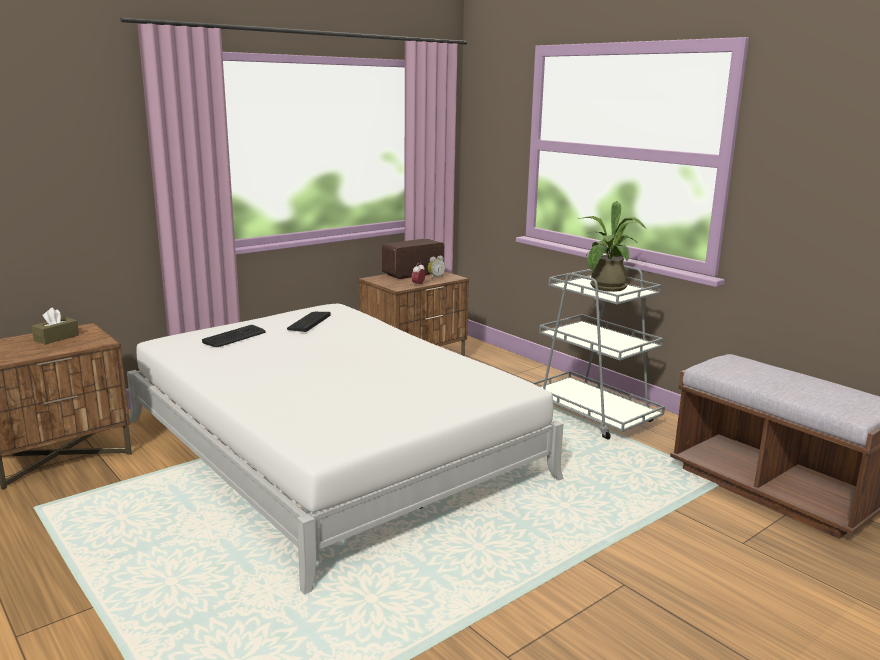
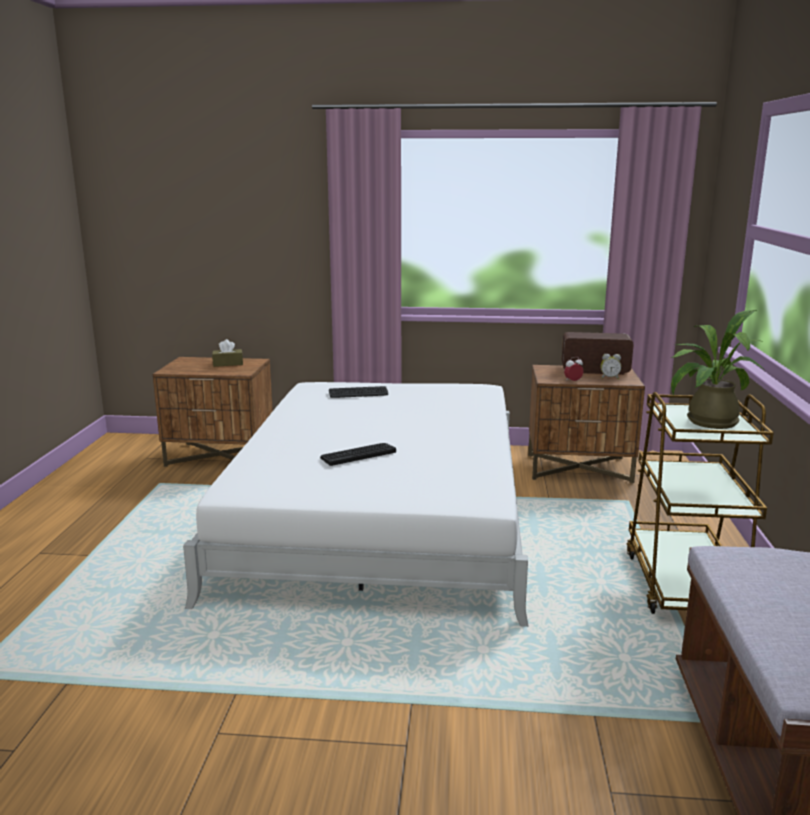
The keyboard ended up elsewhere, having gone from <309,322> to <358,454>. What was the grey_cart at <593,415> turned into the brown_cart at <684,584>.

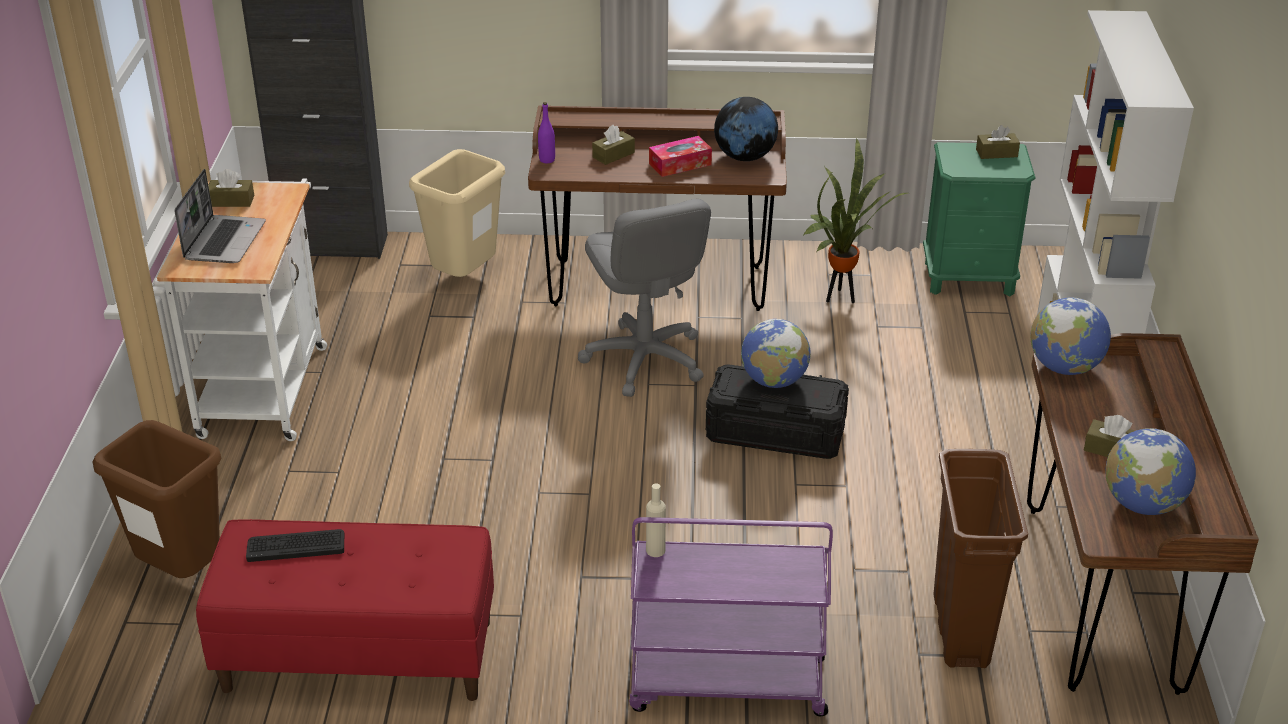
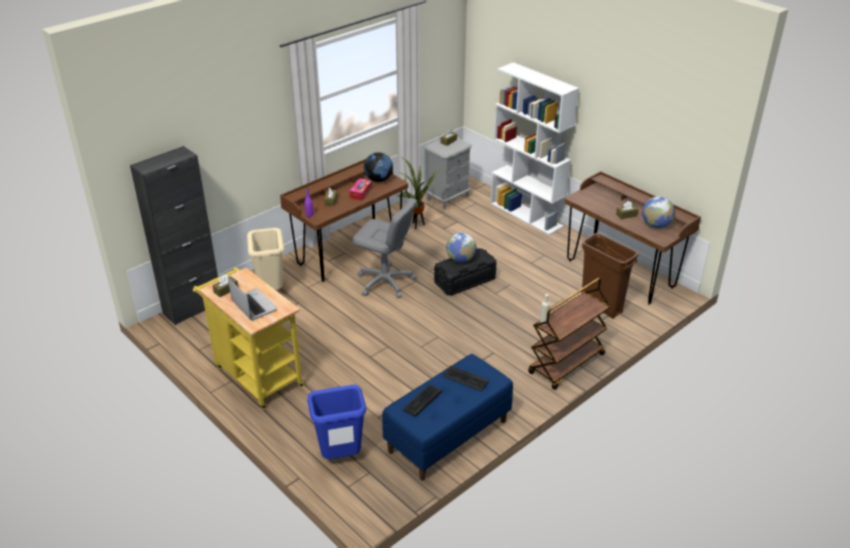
What was the brown_trash_can at <181,574> turned into the blue_trash_can at <340,457>. What was the white_cart at <265,384> turned into the yellow_cart at <255,374>. What was the red_bench at <357,656> turned into the blue_bench at <448,437>. What was the purple_cart at <726,685> turned into the brown_cart at <566,364>. What was the green_nightstand at <969,278> turned into the grey_nightstand at <447,197>. The second view lost the globe at <1064,367>. The second view gained the keyboard at <465,379>.

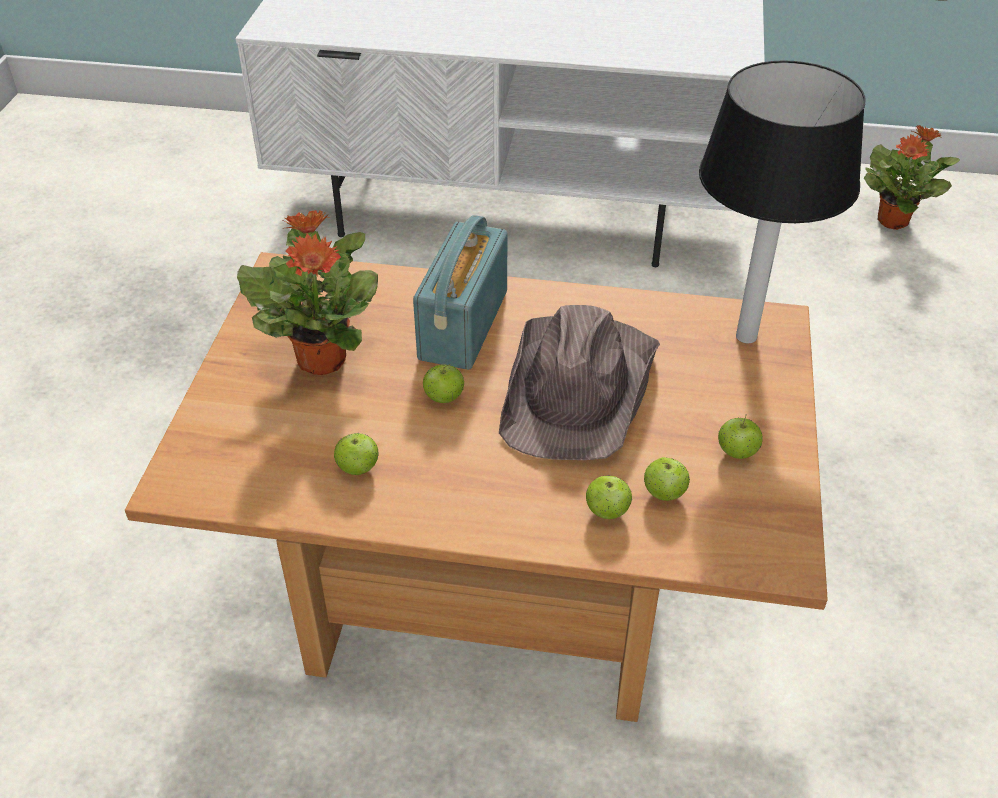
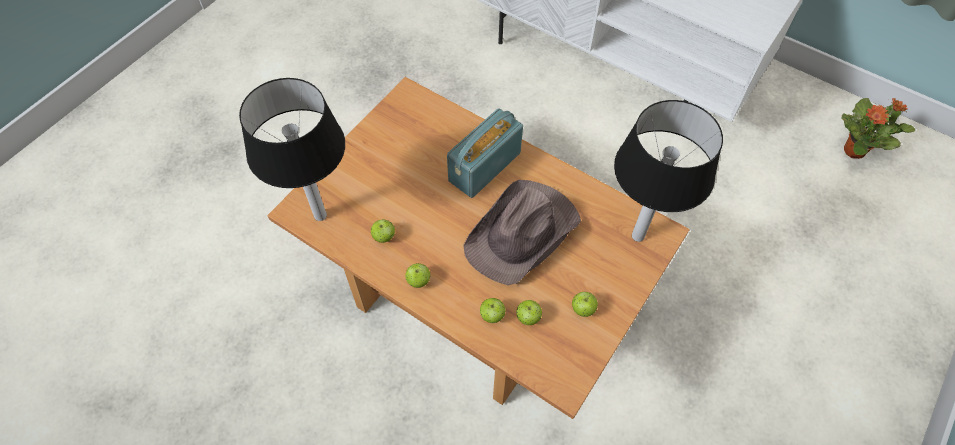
The second view lost the potted_plant at <322,358>. The apple ended up elsewhere, having gone from <444,398> to <418,281>. The second view gained the table_lamp at <321,215>.

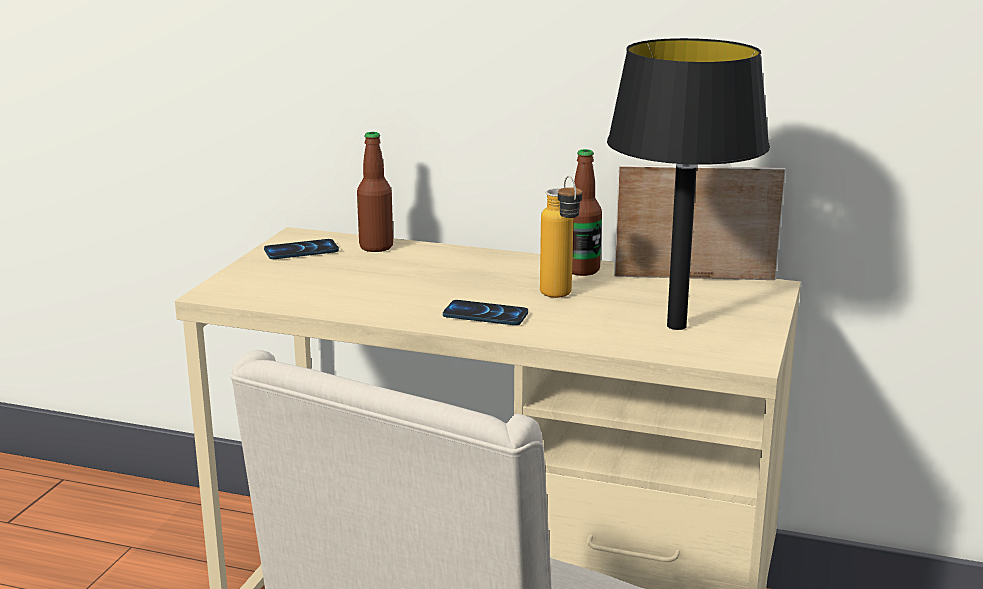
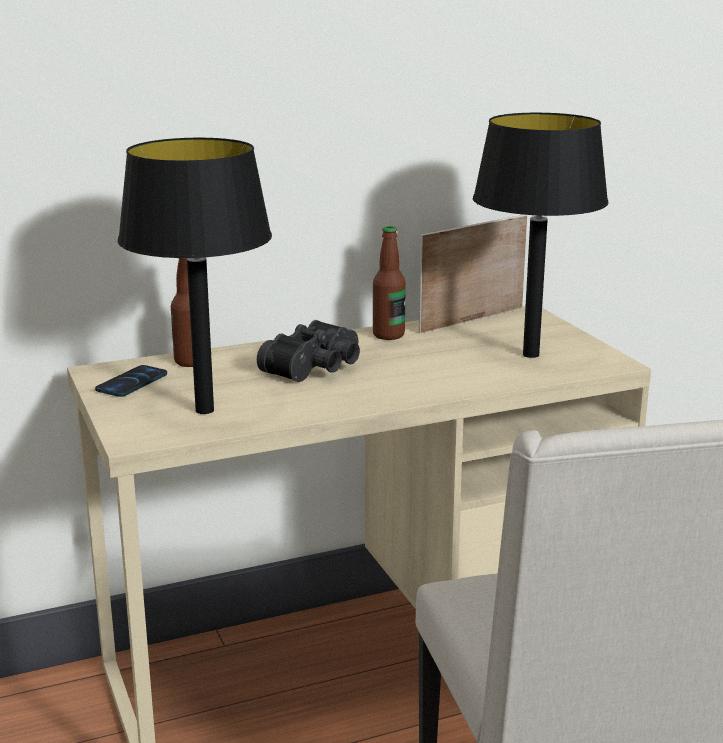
The second view lost the phone at <485,315>. The second view lost the bottle at <560,297>. The second view gained the black_table_lamp at <204,410>. The second view gained the black_binoculars at <317,368>.

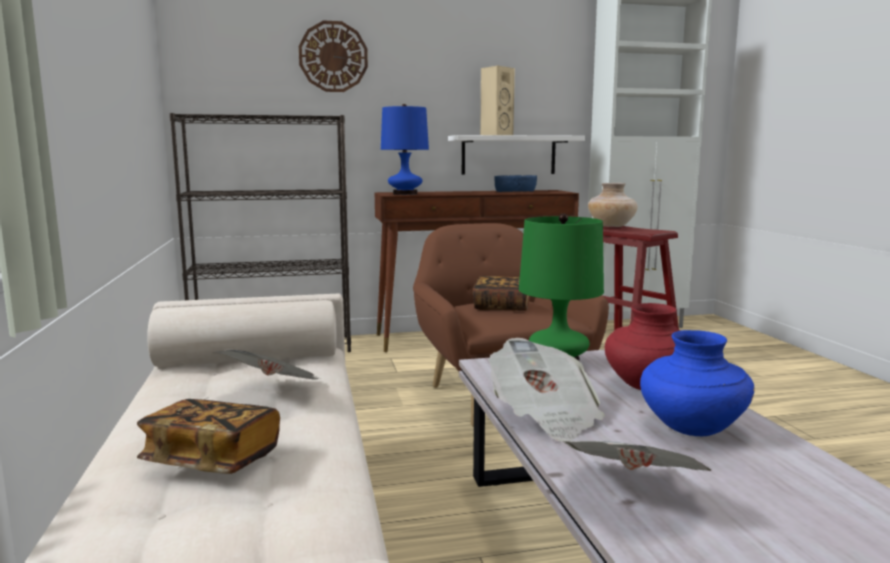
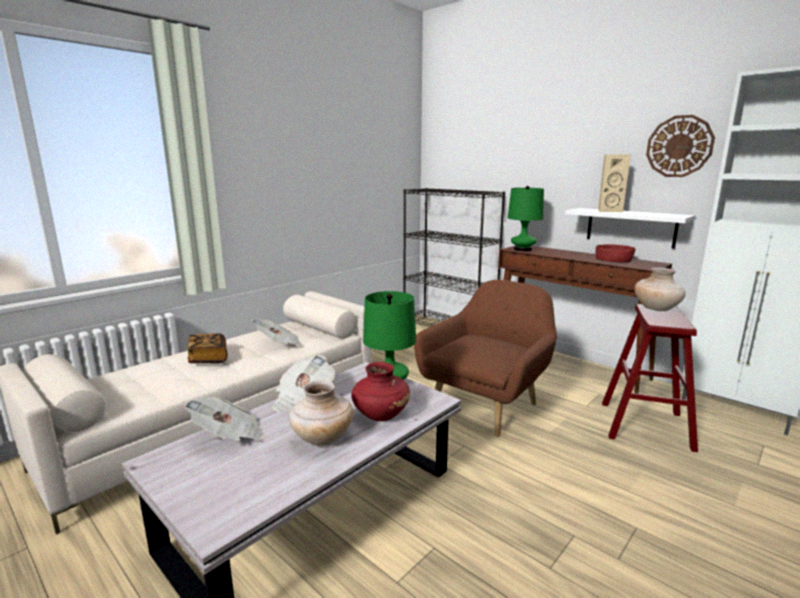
The wall_clock ended up elsewhere, having gone from <333,57> to <679,146>. What was the blue_table_lamp at <405,194> turned into the green_table_lamp at <522,249>. The second view lost the book at <502,307>. What was the blue_bowl at <515,191> turned into the red_bowl at <614,260>. What was the blue_vase at <691,428> turned into the beige_vase at <322,438>.

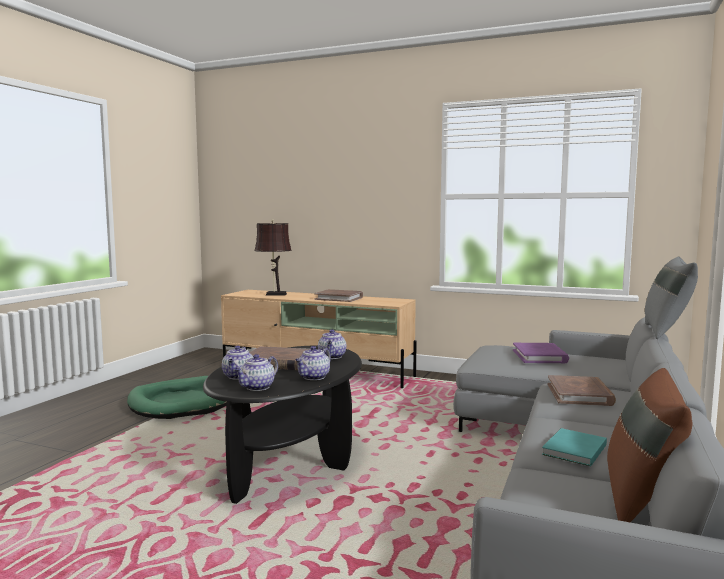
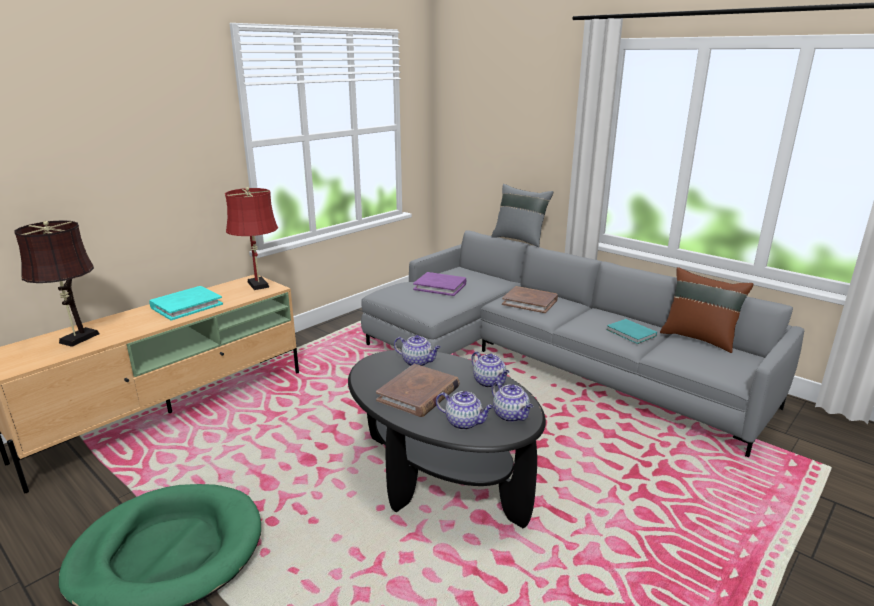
What was the brown_book at <339,298> turned into the turquoise_book at <186,306>. The second view gained the red_table_lamp at <259,285>.

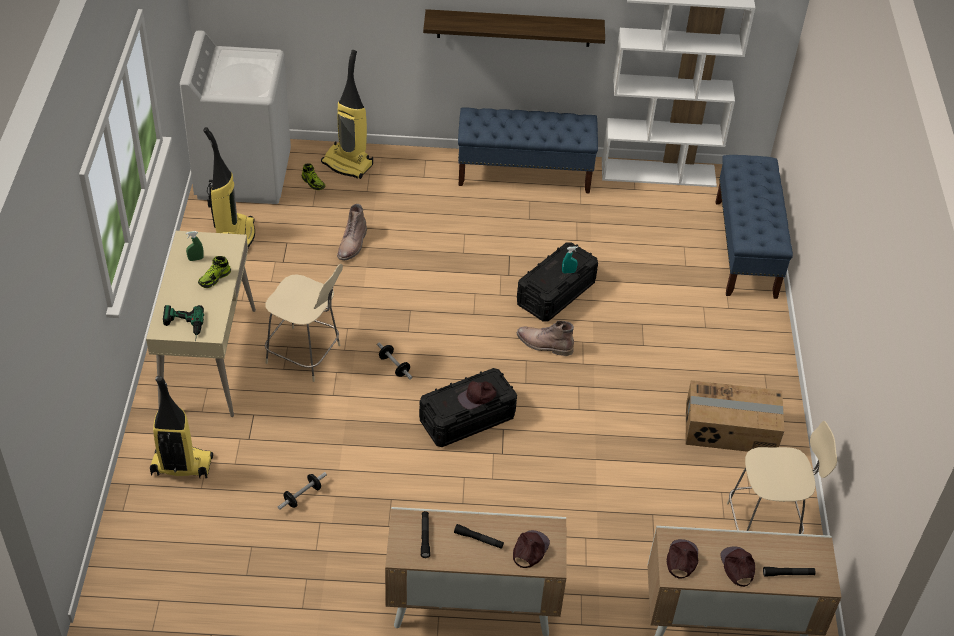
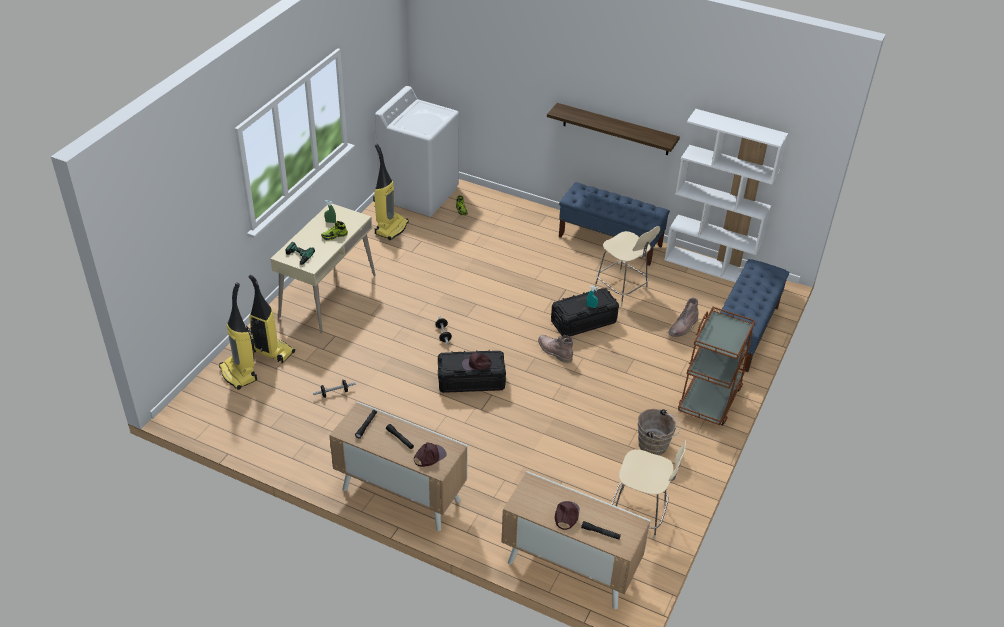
The beige_stool ended up elsewhere, having gone from <305,355> to <622,290>. The vacuum_cleaner ended up elsewhere, having gone from <348,164> to <239,374>. The brown_boot ended up elsewhere, having gone from <353,244> to <683,327>. The second view lost the brown_cap at <681,559>. Where the cardboard_box stood at <730,429>, the brown_bucket came to stand at <655,446>. The second view gained the brown_cart at <710,398>.

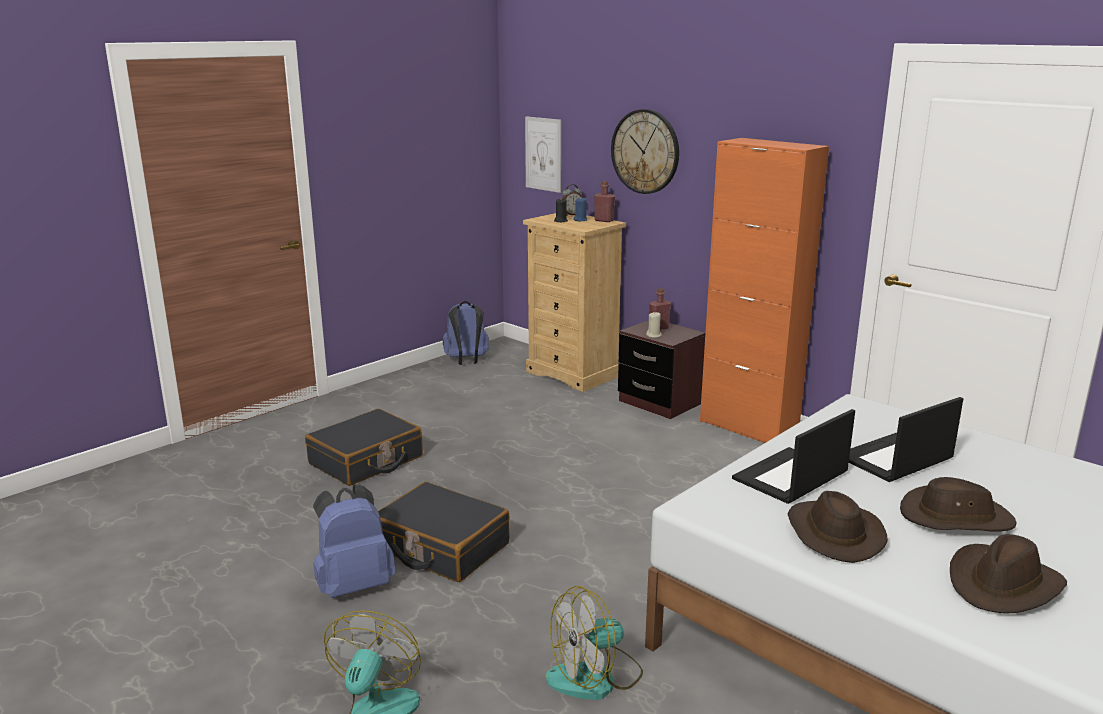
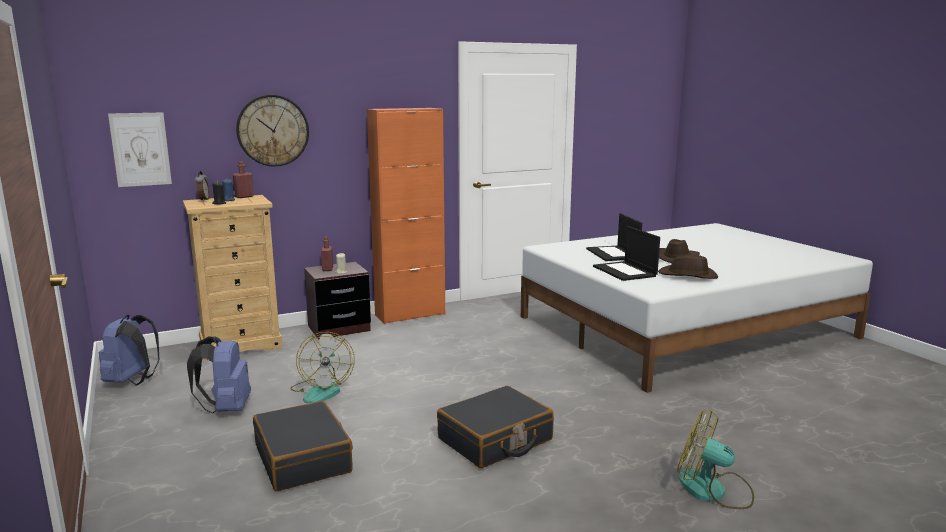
The blue_backpack ended up elsewhere, having gone from <354,585> to <226,408>. The fan ended up elsewhere, having gone from <595,677> to <322,390>. The second view lost the brown_hat at <1004,584>.

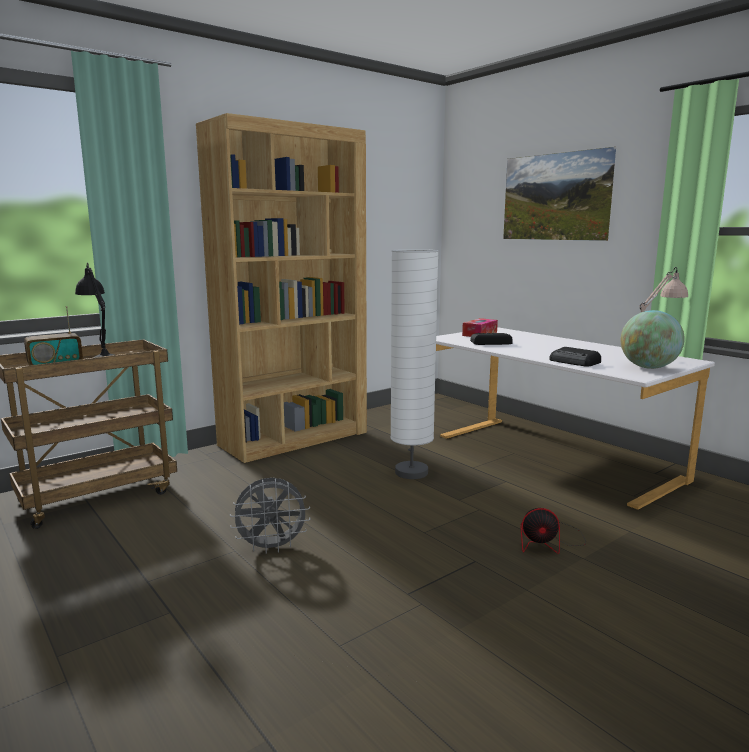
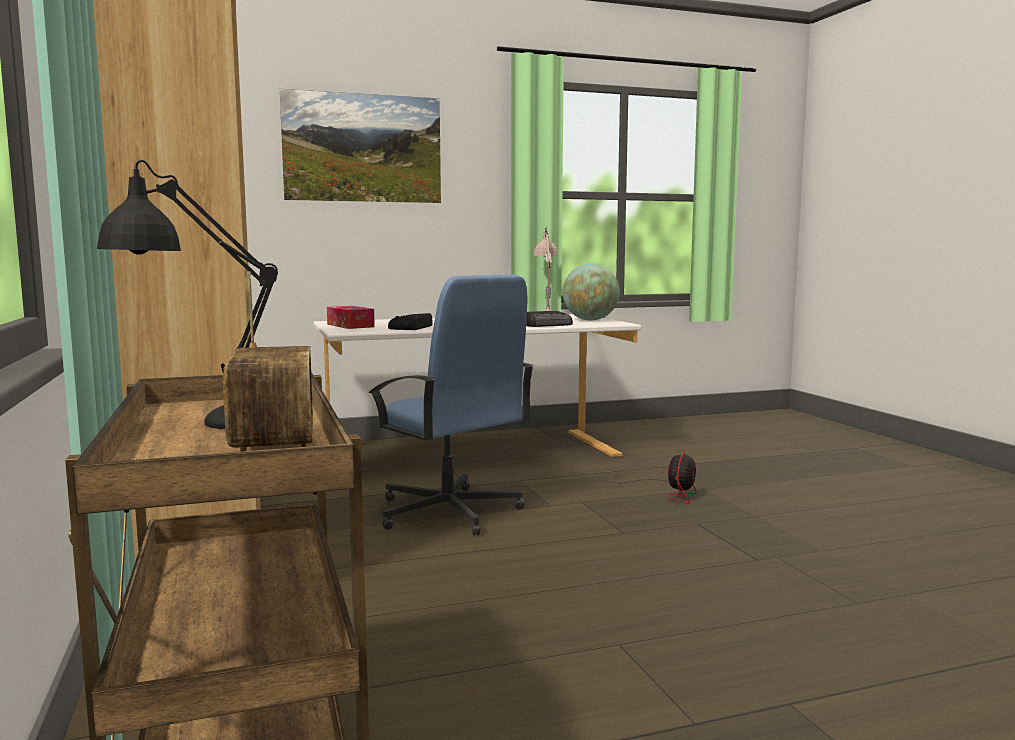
The second view lost the grey_fan at <272,547>. Where the white_floor_lamp stood at <411,472>, the blue_office_chair came to stand at <448,512>.

